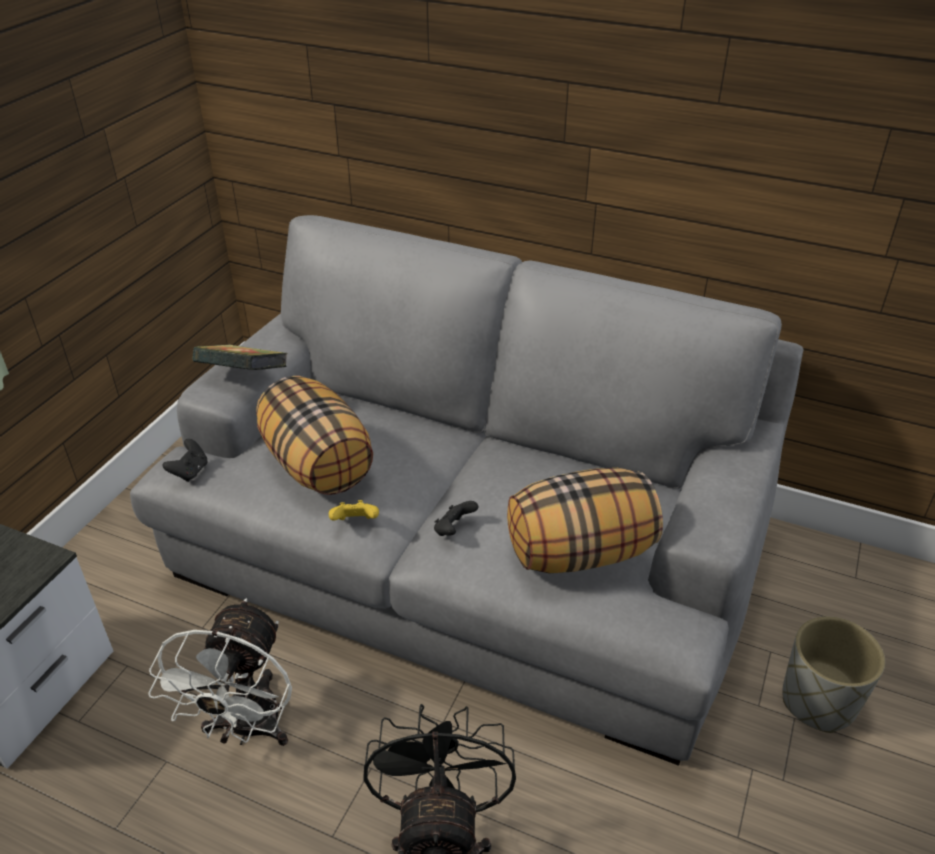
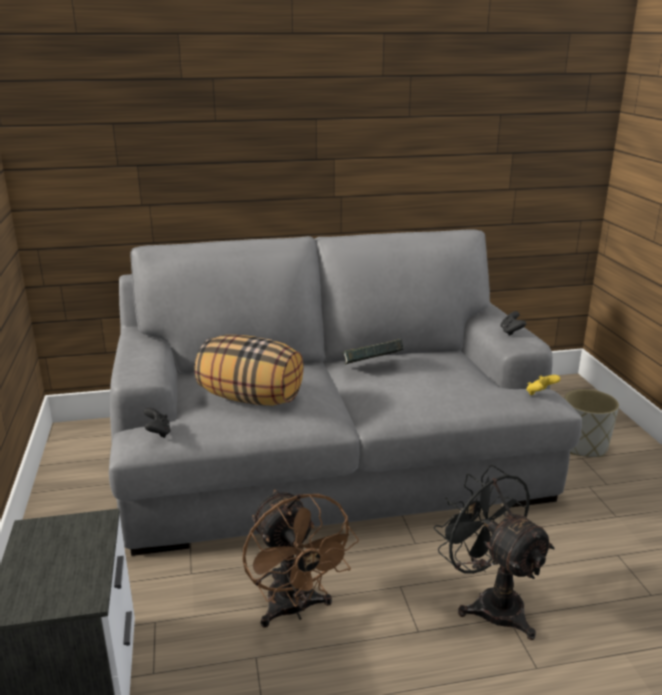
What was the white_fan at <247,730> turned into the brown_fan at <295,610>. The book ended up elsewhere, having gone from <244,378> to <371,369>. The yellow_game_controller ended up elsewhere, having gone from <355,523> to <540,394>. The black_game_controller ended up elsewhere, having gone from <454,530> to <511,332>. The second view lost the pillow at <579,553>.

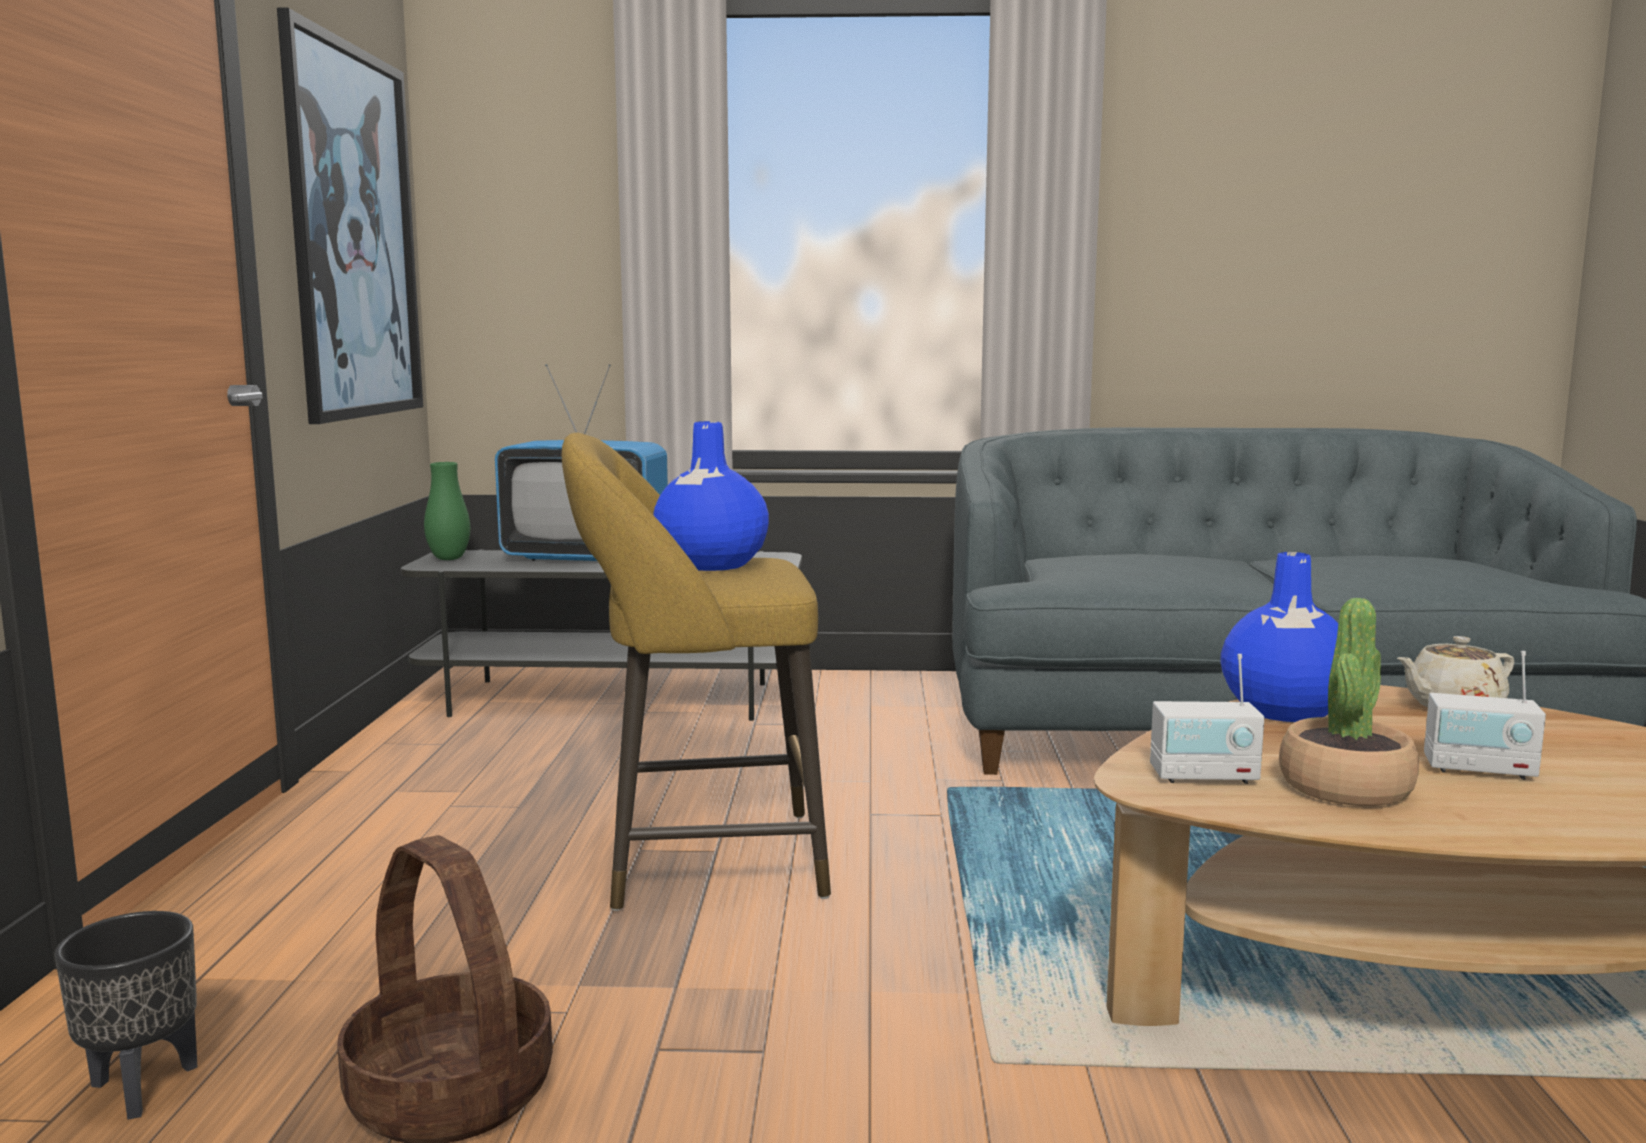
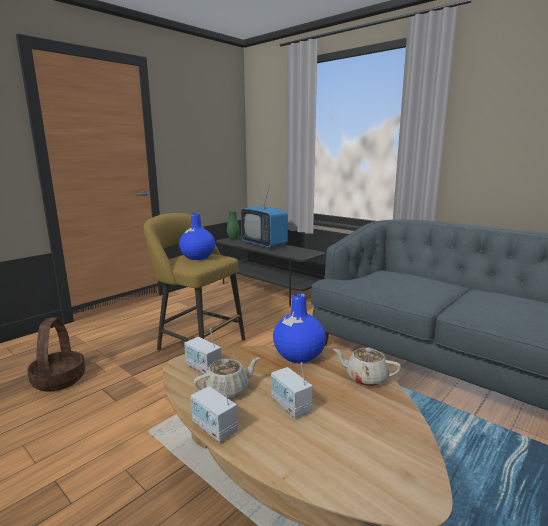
The second view lost the black_planter at <140,1088>. The second view lost the picture at <354,234>. Where the potted_plant stood at <1346,787>, the beige_teapot came to stand at <227,390>. The second view gained the radio at <214,428>.

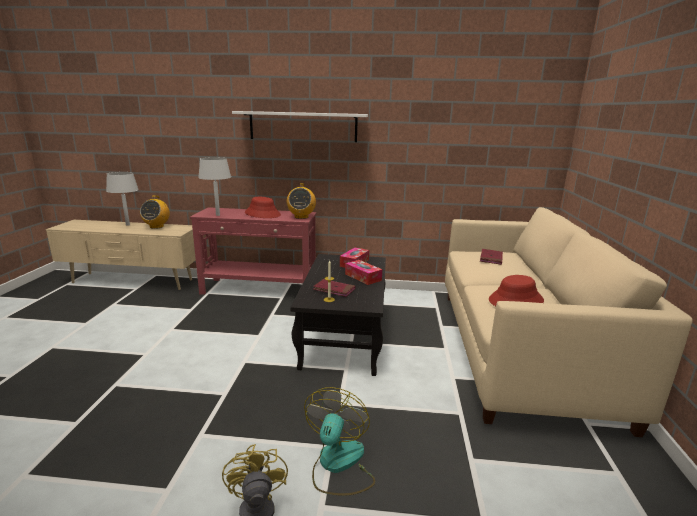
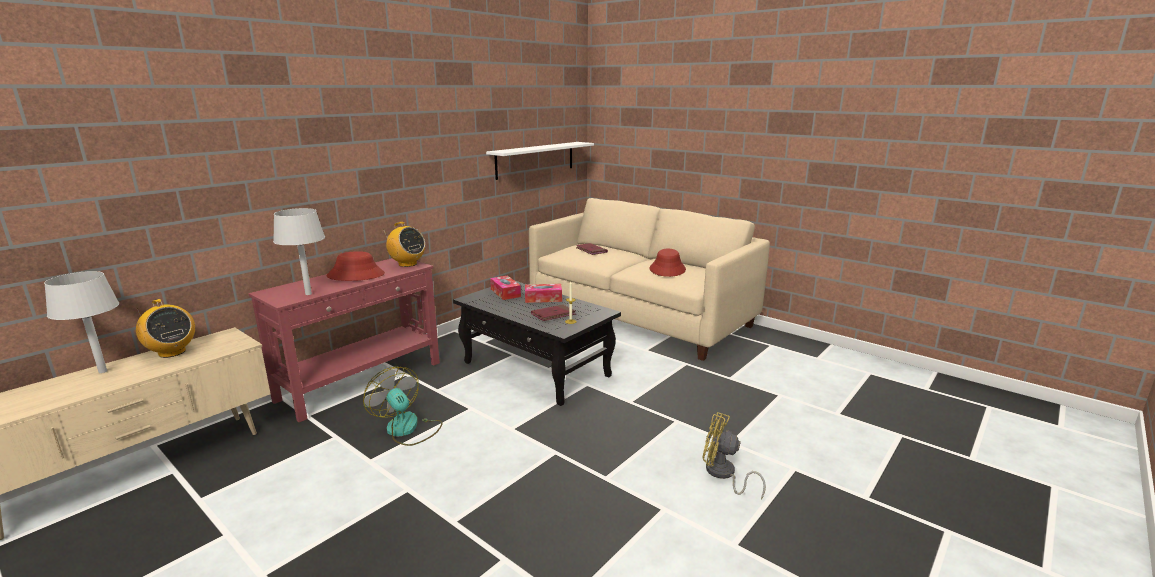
The white_shelf ended up elsewhere, having gone from <303,126> to <535,159>. The fan ended up elsewhere, having gone from <338,465> to <407,429>.

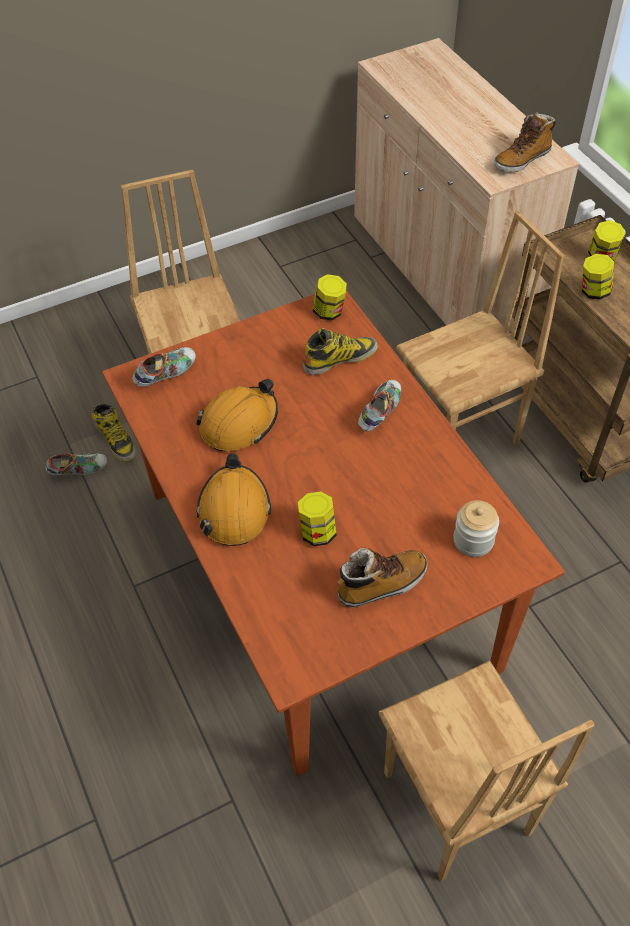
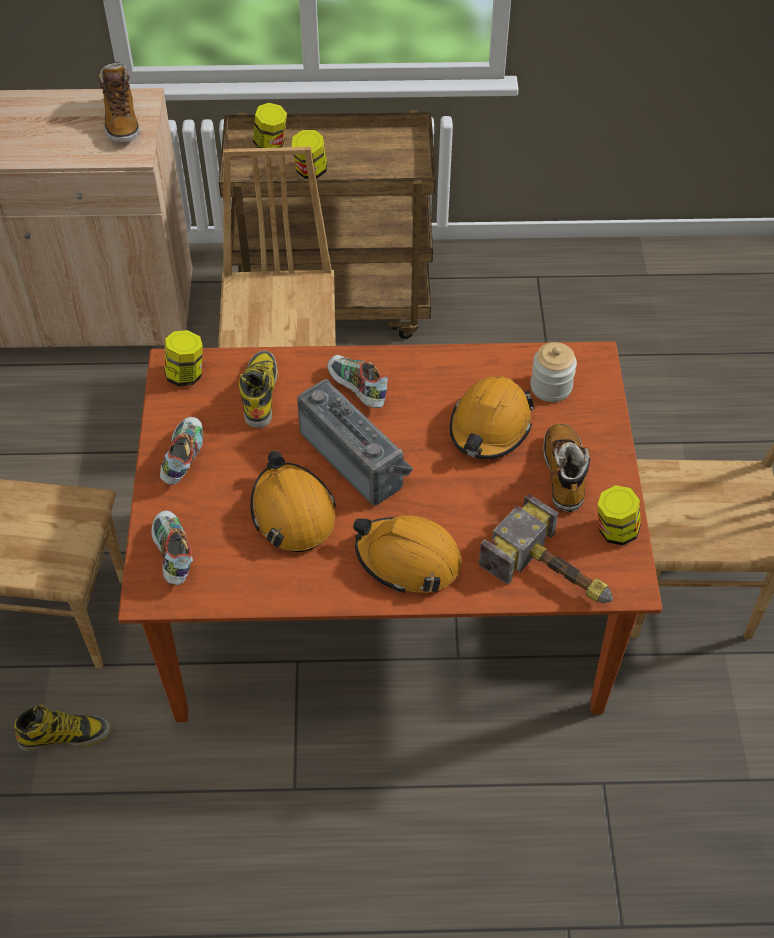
The shoe ended up elsewhere, having gone from <79,470> to <183,459>. The jar ended up elsewhere, having gone from <317,532> to <615,531>. The second view gained the radio at <356,457>. The second view gained the orange_hard_hat at <490,427>. The second view gained the hammer at <554,574>.

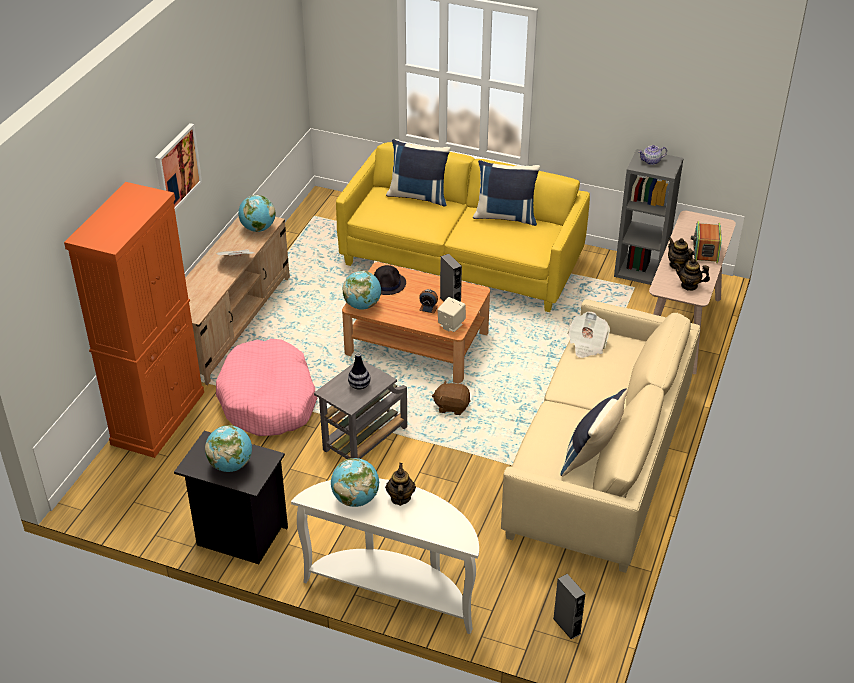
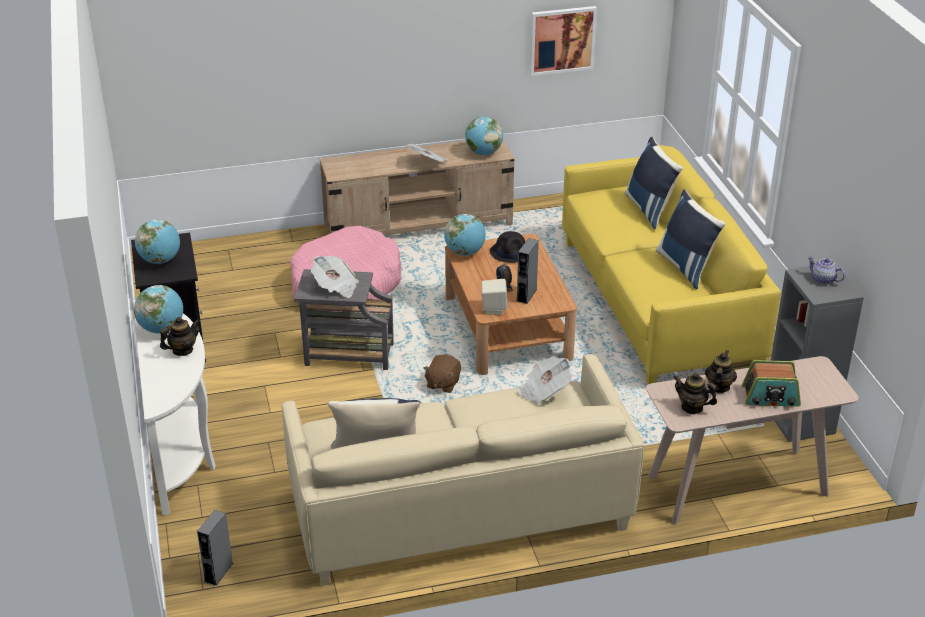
The second view lost the orange_cabinet at <158,417>. The picture ended up elsewhere, having gone from <177,169> to <562,40>. Where the vase stood at <359,385>, the newspaper came to stand at <336,287>. The brown_plush_toy at <452,406> ended up facing another way, 135 degrees counterclockwise from before. The teapot at <689,285> ended up facing another way, 45 degrees counterclockwise from before. The radio at <705,251> ended up facing another way, 150 degrees counterclockwise from before.

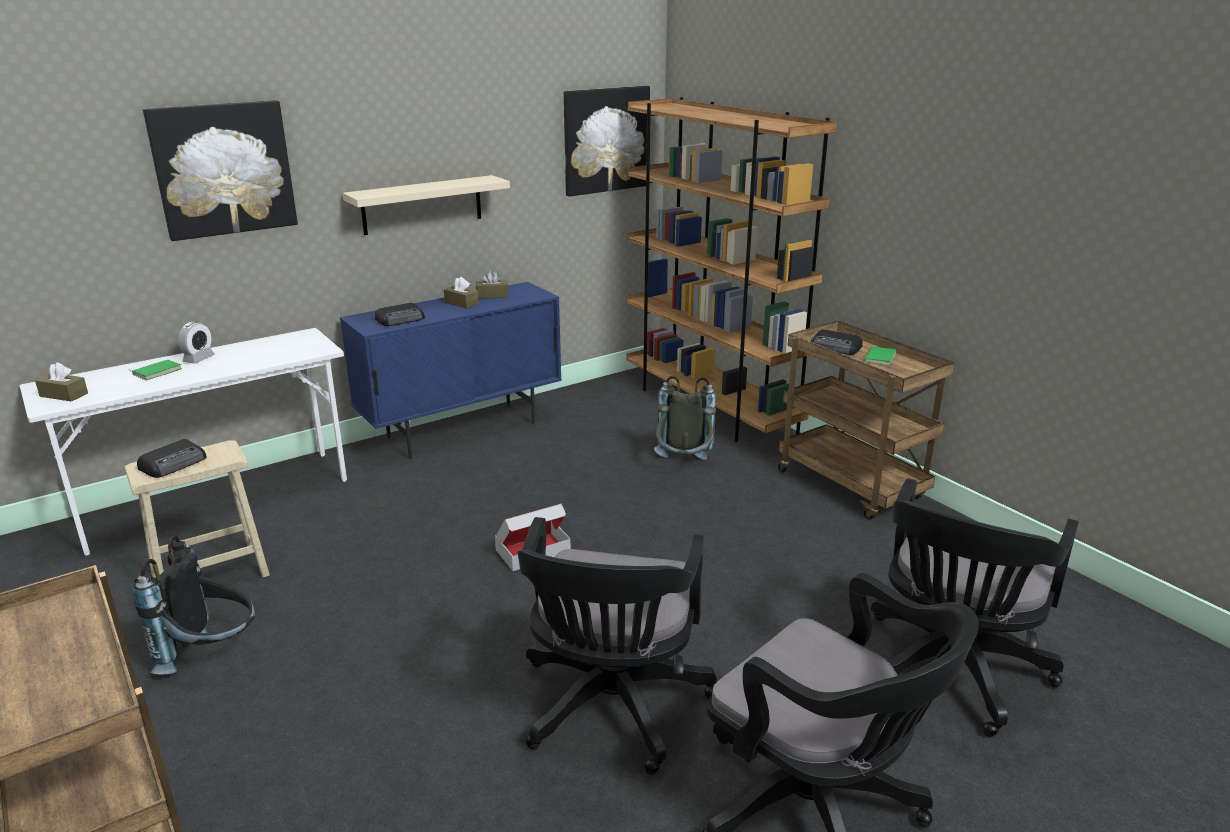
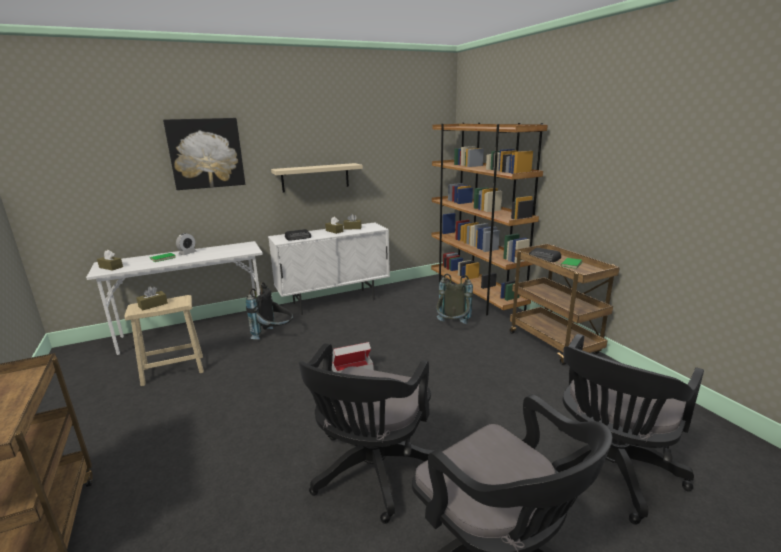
The black_backpack ended up elsewhere, having gone from <212,655> to <274,335>. Where the radio stood at <174,463>, the brown_tissue_box came to stand at <153,305>. What was the blue_cabinet at <463,430> turned into the white_cabinet at <334,301>. The second view lost the picture at <605,140>.

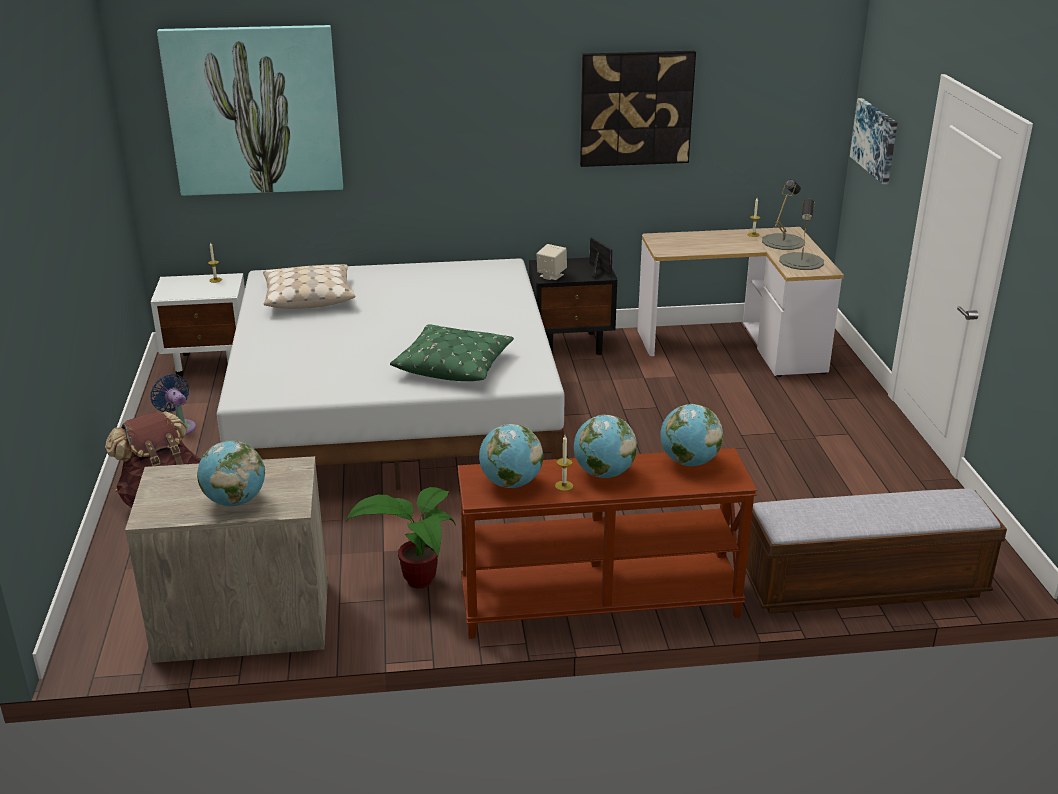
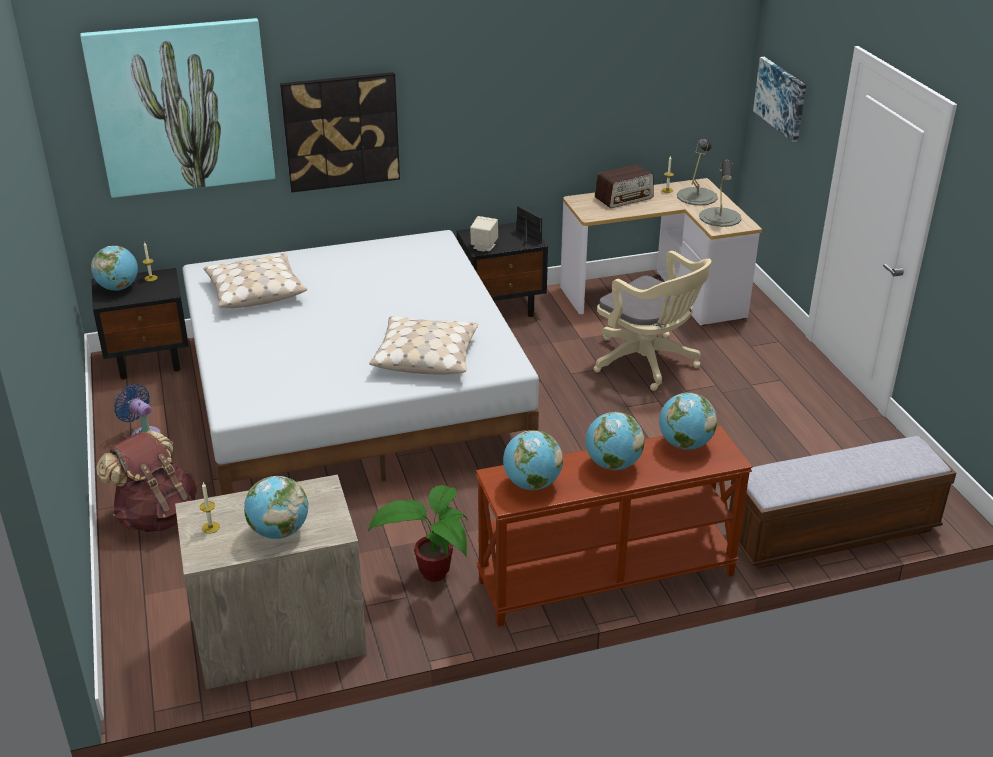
What was the white_nightstand at <210,363> turned into the black_nightstand at <150,360>. What was the green_pillow at <454,365> turned into the beige_pillow at <425,356>. The candle ended up elsewhere, having gone from <564,486> to <210,527>. The picture ended up elsewhere, having gone from <636,108> to <341,131>. The second view gained the globe at <118,288>. The second view gained the beige_office_chair at <648,363>. The second view gained the radio at <624,198>.

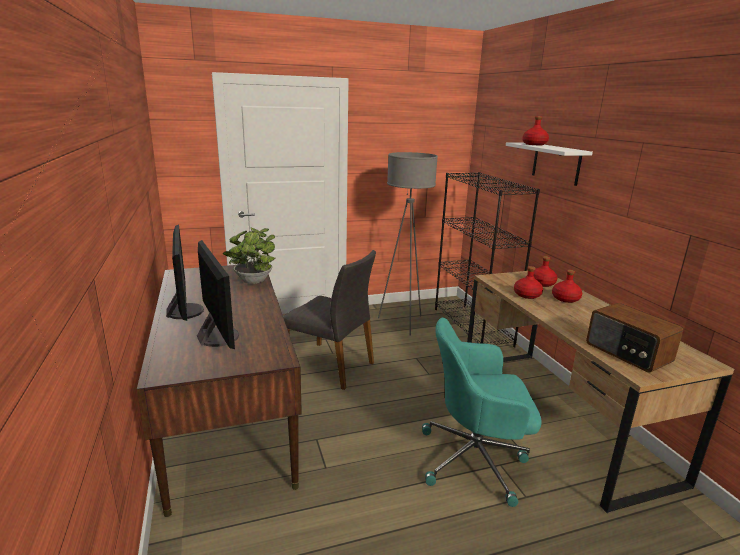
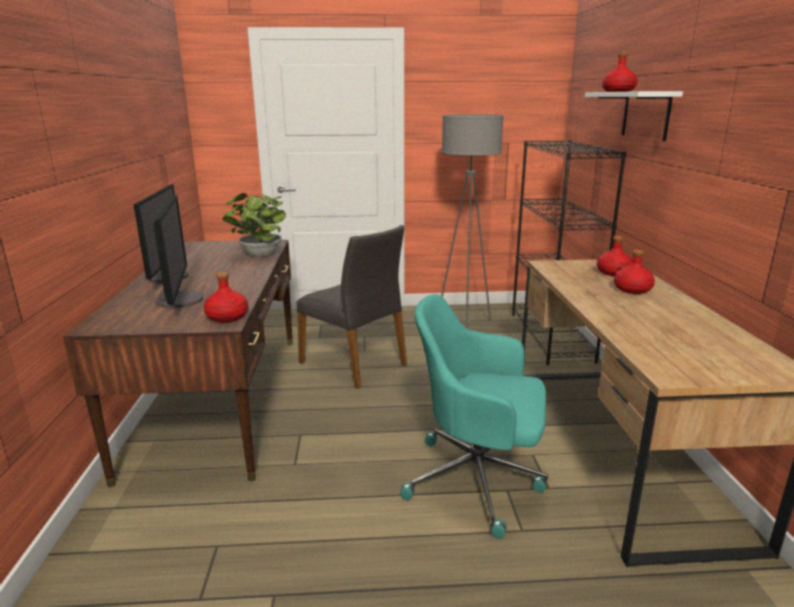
The red_bottle ended up elsewhere, having gone from <527,295> to <228,317>. The second view lost the radio at <627,353>.

